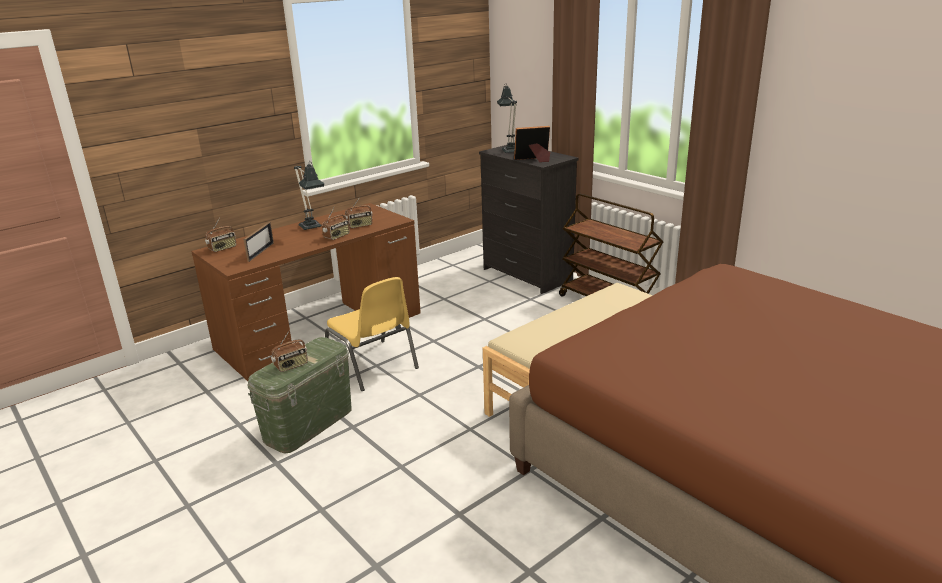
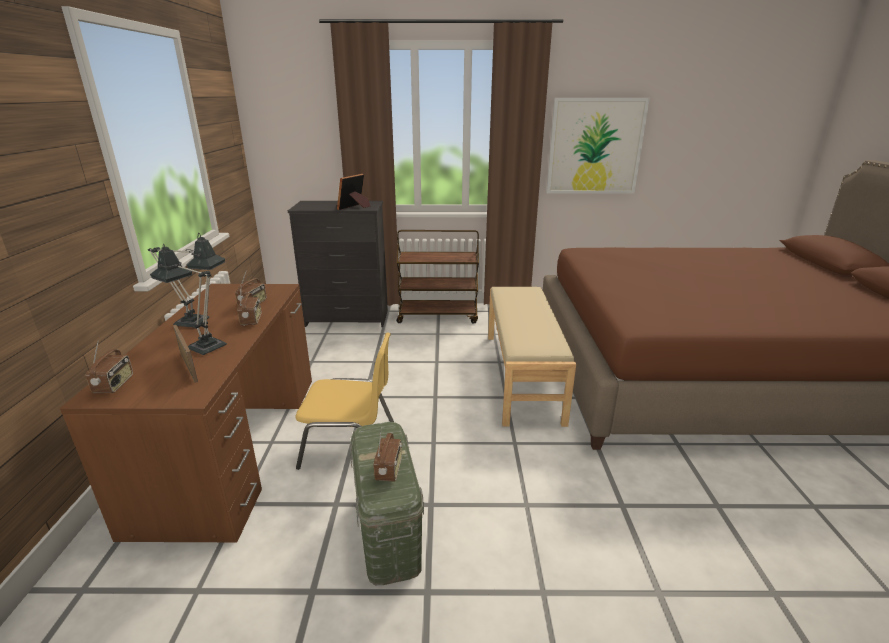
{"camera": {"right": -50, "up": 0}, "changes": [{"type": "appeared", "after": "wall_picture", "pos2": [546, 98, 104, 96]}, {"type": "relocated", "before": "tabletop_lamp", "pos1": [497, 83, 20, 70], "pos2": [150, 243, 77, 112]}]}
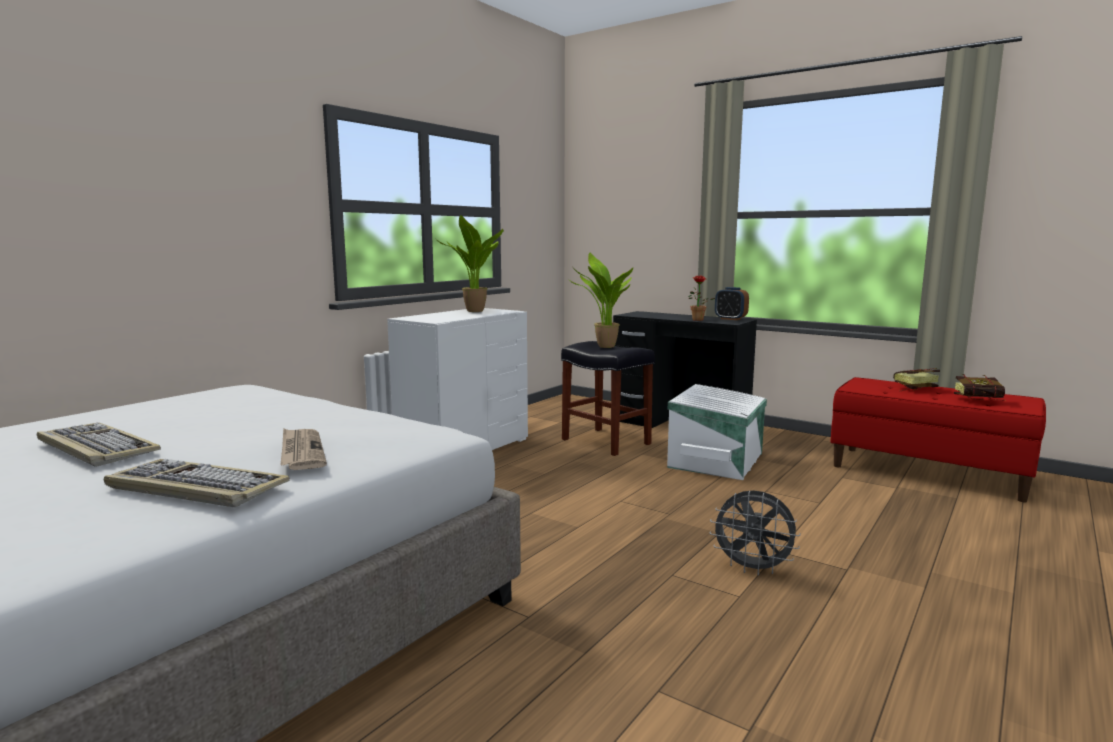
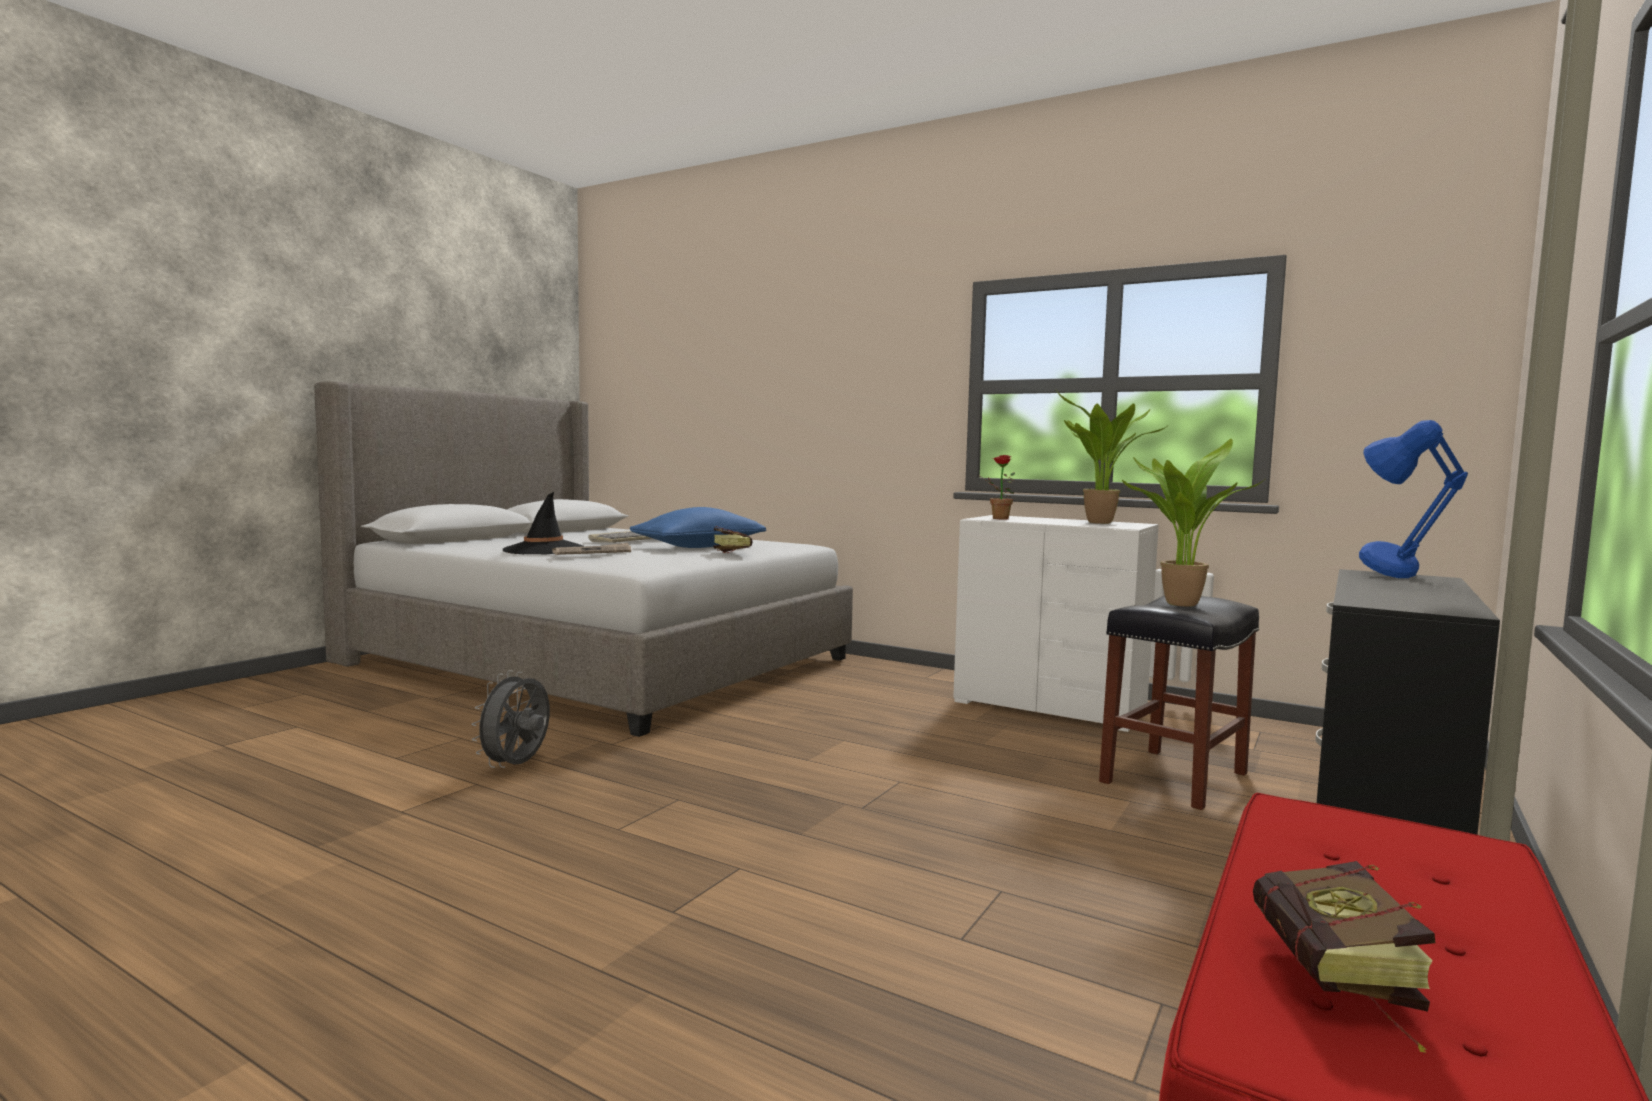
{"camera": {"right": 85, "up": -5}, "changes": [{"type": "missing", "before": "white_storage_box", "pos1": [667, 384, 100, 96]}, {"type": "missing", "before": "table_clock", "pos1": [715, 287, 34, 33]}, {"type": "appeared", "after": "blue-coloured_pillow", "pos2": [630, 507, 136, 41]}, {"type": "appeared", "after": "blue-coloured_tabletop_lamp", "pos2": [1359, 420, 109, 158]}, {"type": "relocated", "before": "plant_in_a_pot", "pos1": [688, 276, 27, 45], "pos2": [978, 455, 37, 65]}, {"type": "relocated", "before": "grey_electric_fan", "pos1": [710, 490, 91, 86], "pos2": [471, 670, 79, 98]}, {"type": "relocated", "before": "bound_book", "pos1": [893, 368, 47, 24], "pos2": [713, 526, 39, 27]}, {"type": "exchanged", "before": "PC_keyboard", "after": "blackish_wearable_hat", "pos1": [104, 459, 186, 48], "pos2": [502, 492, 81, 62]}]}
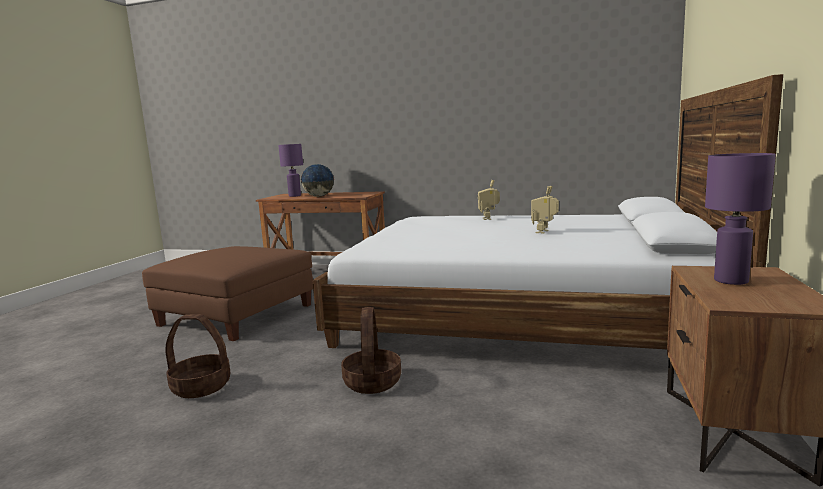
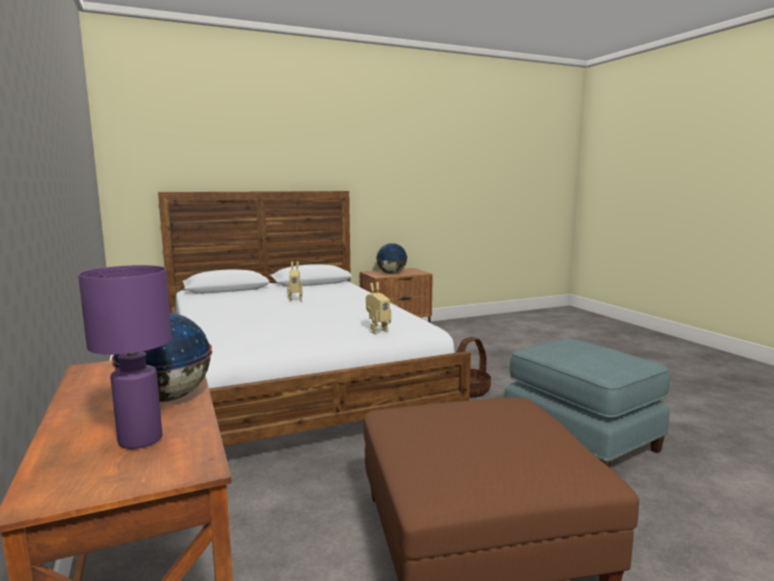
{"camera": {"right": -130, "up": 0}, "changes": [{"type": "relocated", "before": "toy_robot", "pos1": [478, 180, 22, 40], "pos2": [366, 282, 25, 52]}, {"type": "exchanged", "before": "storage_basket", "after": "blue-coloured_ottoman", "pos1": [165, 314, 66, 84], "pos2": [504, 339, 166, 129]}, {"type": "exchanged", "before": "purple_tabletop_lamp", "after": "globe", "pos1": [705, 153, 71, 132], "pos2": [376, 243, 32, 31]}]}
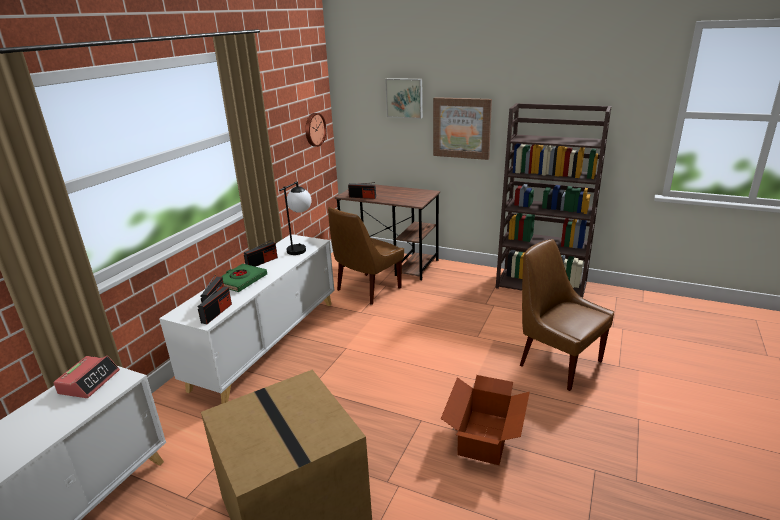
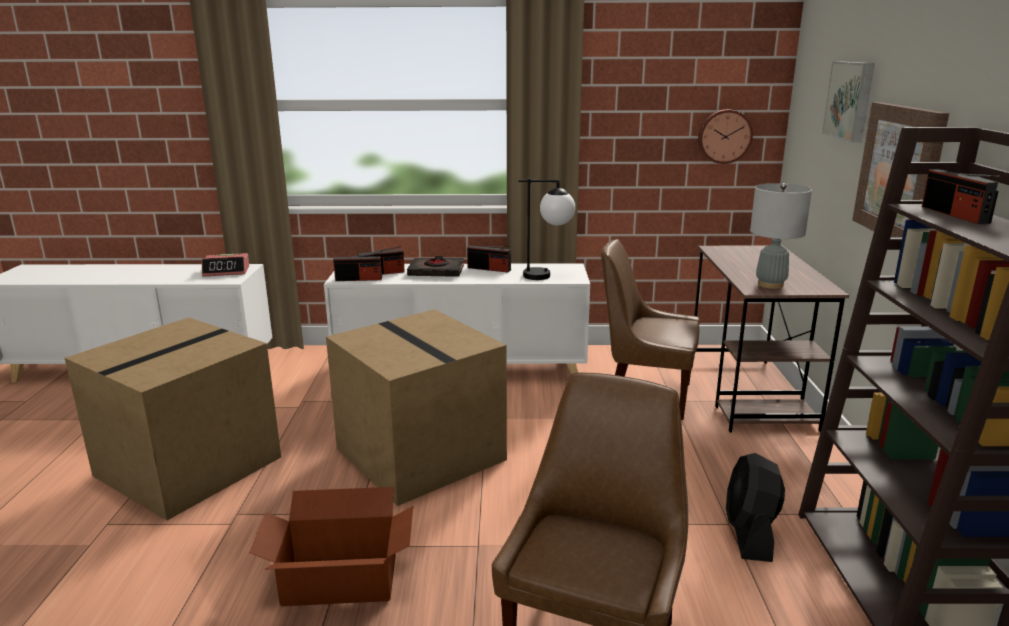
{"camera": {"right": 65, "up": -5}, "changes": [{"type": "appeared", "after": "packing_box", "pos2": [326, 309, 181, 197]}, {"type": "appeared", "after": "blackish_electric_fan", "pos2": [726, 453, 59, 109]}, {"type": "appeared", "after": "grey_tabletop_lamp", "pos2": [750, 183, 62, 106]}, {"type": "relocated", "before": "radio_receiver", "pos1": [348, 182, 28, 17], "pos2": [922, 169, 79, 55]}, {"type": "colour", "before": "green_bound_book", "after": "blackish_bound_book", "pos1": [222, 264, 45, 28], "pos2": [407, 256, 57, 21]}]}
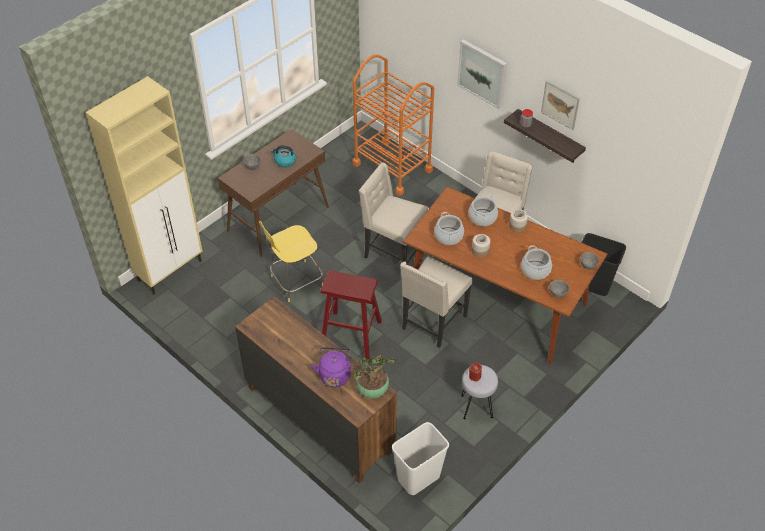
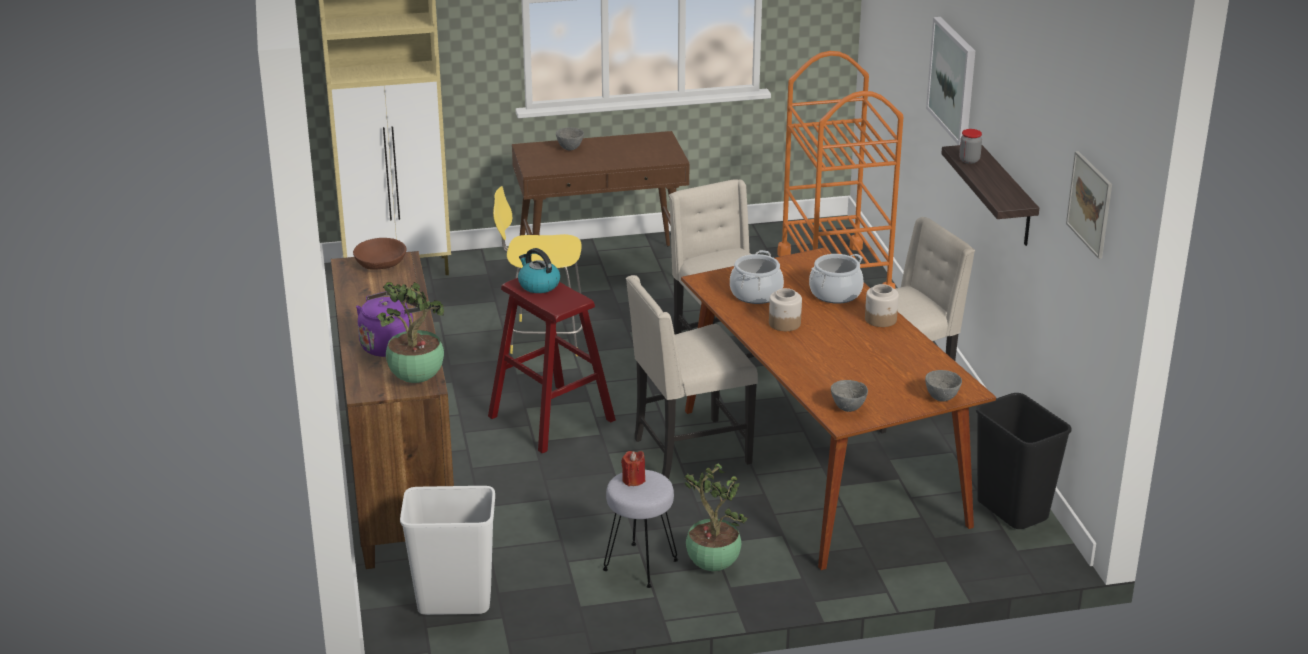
{"camera": {"right": 35, "up": -20}, "changes": [{"type": "missing", "before": "stockpot", "pos1": [521, 245, 31, 35]}, {"type": "appeared", "after": "brown_bowl", "pos2": [353, 238, 54, 32]}, {"type": "appeared", "after": "plant_in_a_pot", "pos2": [684, 464, 64, 107]}, {"type": "relocated", "before": "kettle", "pos1": [271, 145, 25, 23], "pos2": [518, 248, 42, 45]}, {"type": "relocated", "before": "wall_picture", "pos1": [541, 81, 39, 49], "pos2": [1066, 151, 46, 108]}]}
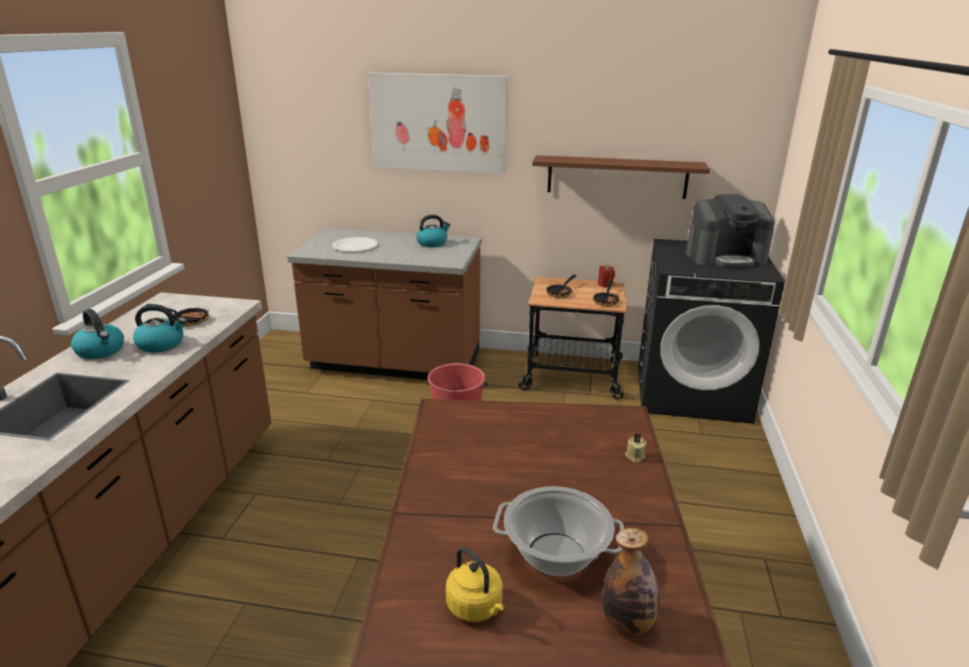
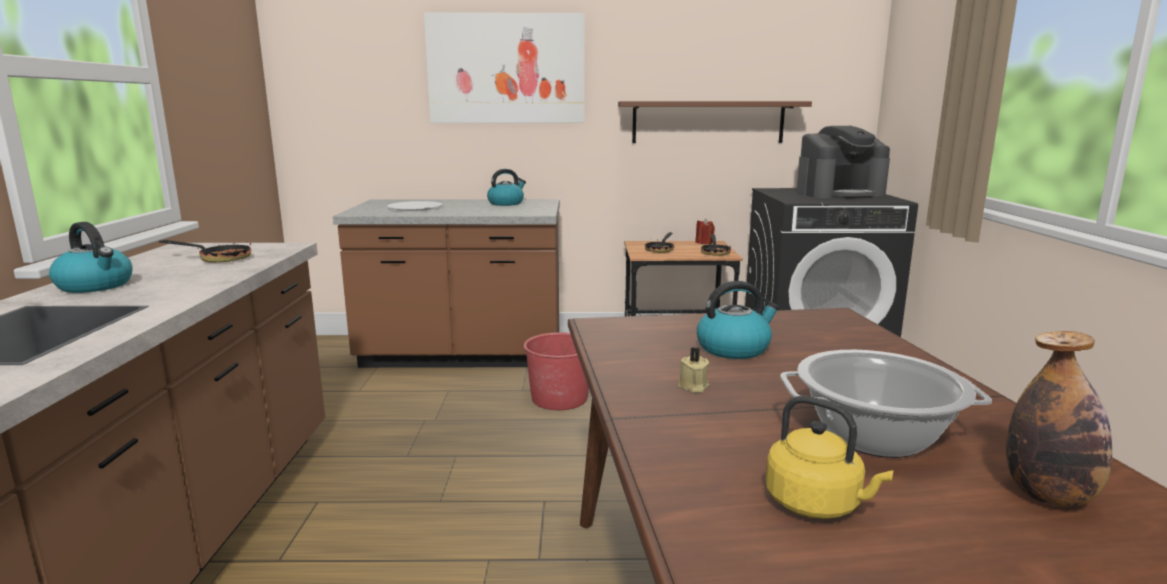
{"camera": {"right": -10, "up": -10}, "changes": [{"type": "relocated", "before": "kettle", "pos1": [133, 304, 54, 49], "pos2": [697, 281, 83, 78]}, {"type": "relocated", "before": "sand-coloured_wax_candle", "pos1": [625, 434, 21, 29], "pos2": [678, 347, 31, 46]}]}
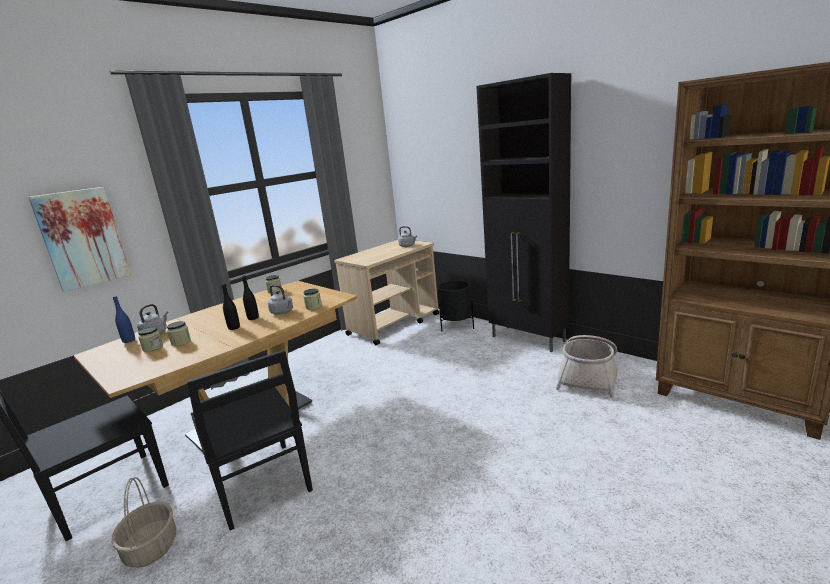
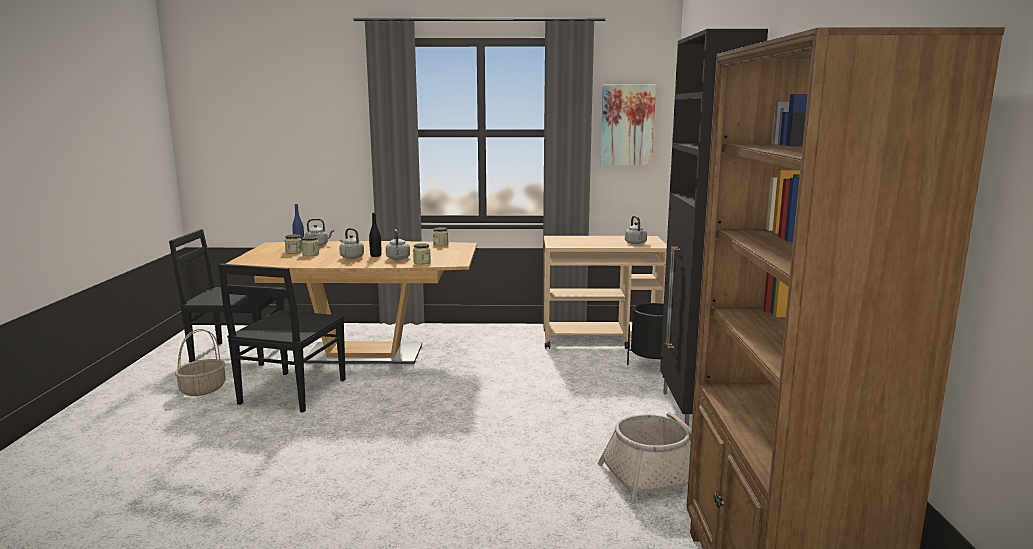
{"camera": {"right": 45, "up": -5}, "changes": [{"type": "relocated", "before": "wall_picture", "pos1": [28, 187, 103, 105], "pos2": [600, 84, 56, 82]}, {"type": "exchanged", "before": "blackish_drink_bottle", "after": "grey_kettle", "pos1": [222, 283, 18, 47], "pos2": [339, 228, 25, 31]}]}
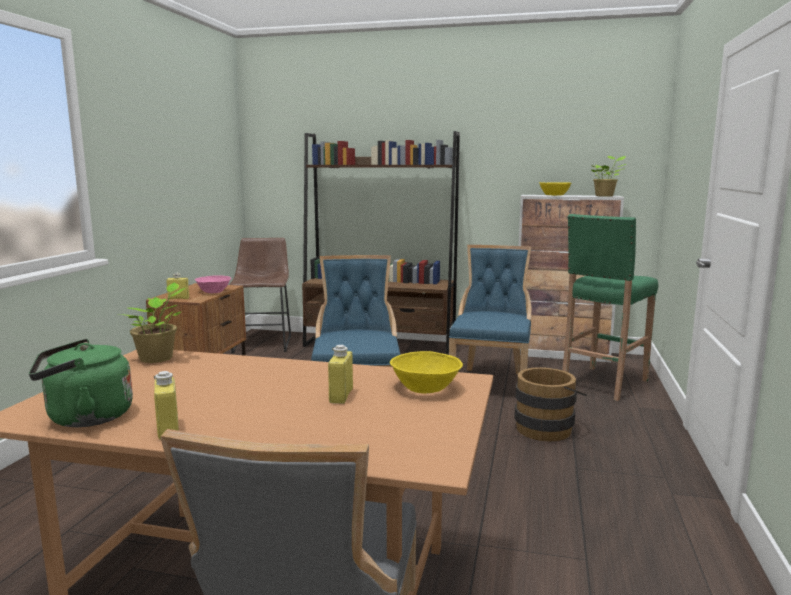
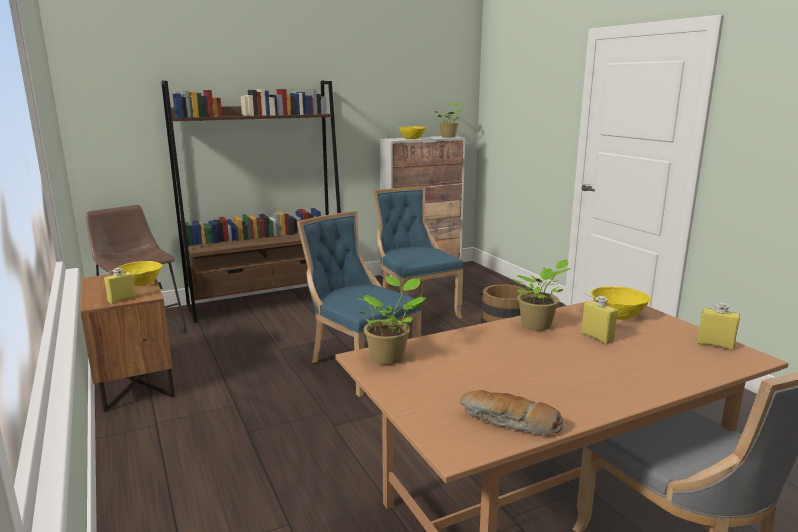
{"camera": {"right": -40, "up": 5}, "changes": [{"type": "missing", "before": "green_stool", "pos1": [562, 214, 96, 187]}, {"type": "appeared", "after": "plant_in_a_pot", "pos2": [511, 260, 59, 71]}, {"type": "relocated", "before": "yellow-coloured_drink_bottle", "pos1": [154, 371, 25, 69], "pos2": [697, 302, 43, 48]}, {"type": "exchanged", "before": "green_kettle", "after": "bakery_bread", "pos1": [29, 339, 104, 88], "pos2": [460, 390, 103, 45]}, {"type": "colour", "before": "pink_bowl", "after": "yellow-coloured_bowl", "pos1": [195, 275, 36, 18], "pos2": [118, 261, 44, 25]}]}
